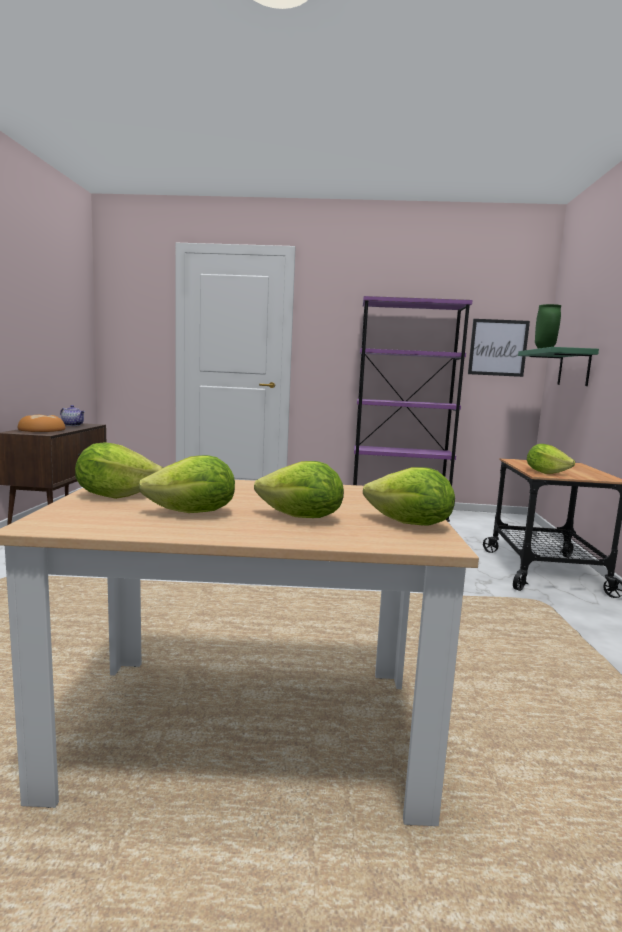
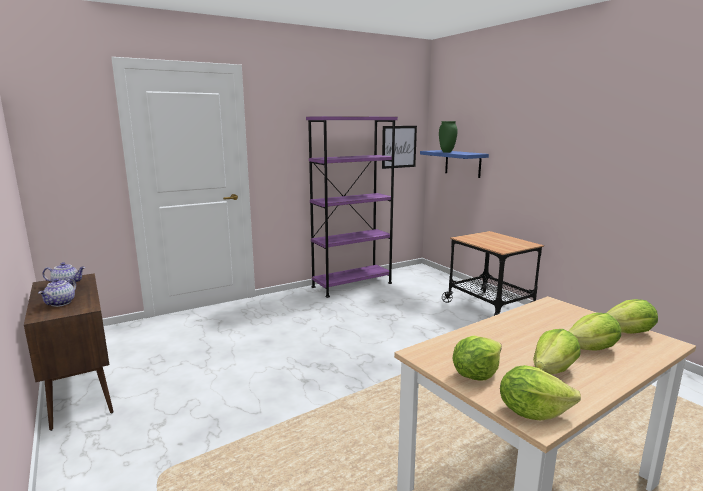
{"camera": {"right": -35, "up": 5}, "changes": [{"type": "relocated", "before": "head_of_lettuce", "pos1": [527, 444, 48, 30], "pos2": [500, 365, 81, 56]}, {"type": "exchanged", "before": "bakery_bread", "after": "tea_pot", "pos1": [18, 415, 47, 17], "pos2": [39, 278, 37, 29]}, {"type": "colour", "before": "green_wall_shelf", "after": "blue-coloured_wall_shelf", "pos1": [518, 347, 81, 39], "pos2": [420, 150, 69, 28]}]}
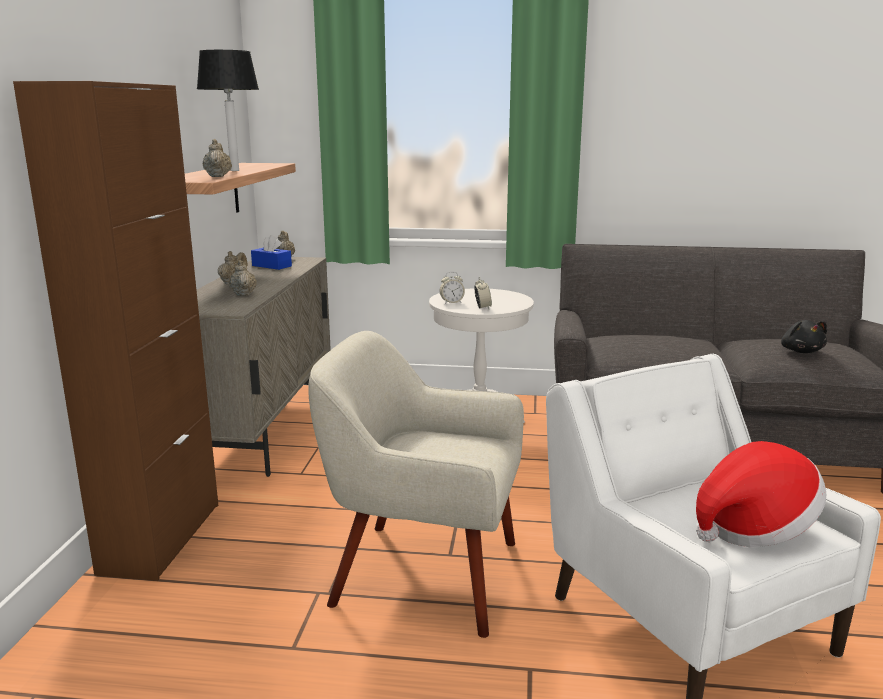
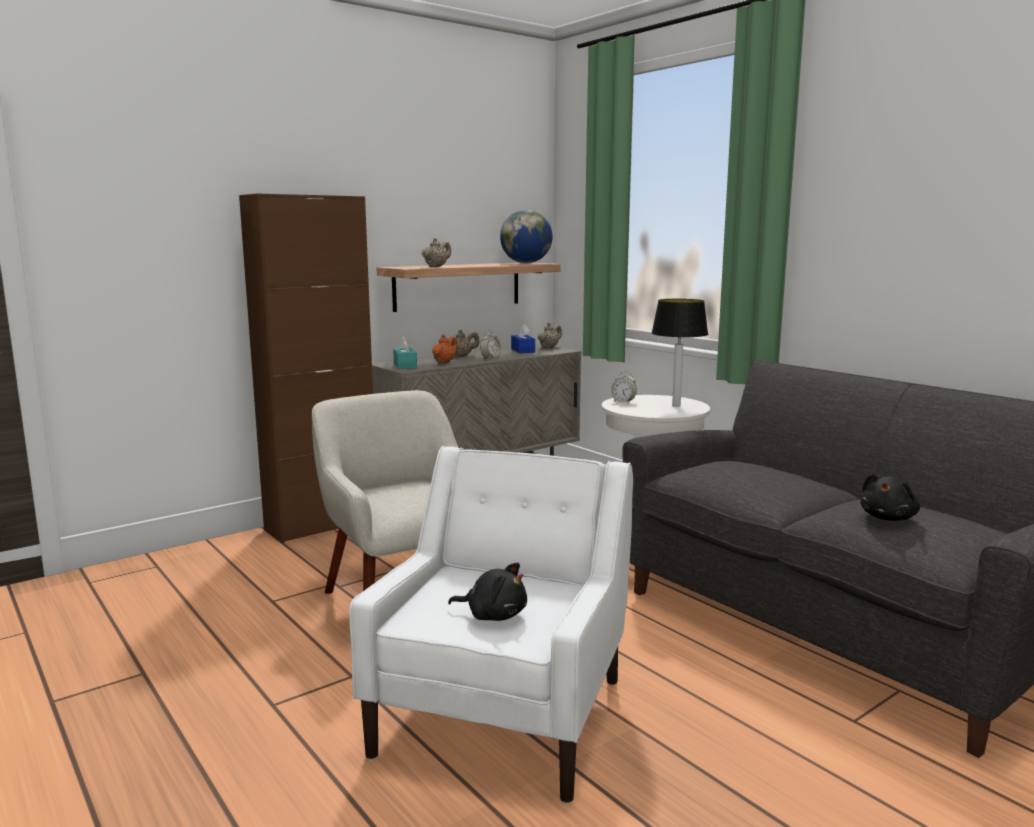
{"camera": {"right": 45, "up": -5}, "changes": [{"type": "appeared", "after": "turquoise_box_of_tissues", "pos2": [393, 336, 24, 33]}, {"type": "appeared", "after": "globe", "pos2": [500, 210, 53, 53]}, {"type": "relocated", "before": "tabletop_lamp", "pos1": [197, 50, 62, 121], "pos2": [651, 299, 57, 108]}, {"type": "relocated", "before": "table_clock", "pos1": [474, 278, 18, 31], "pos2": [480, 330, 21, 29]}, {"type": "exchanged", "before": "wearable_hat", "after": "blackish_cuddly_toy", "pos1": [696, 441, 130, 107], "pos2": [448, 562, 79, 59]}, {"type": "colour", "before": "sand-coloured_tea_pot", "after": "orangey_tea_pot", "pos1": [229, 260, 28, 36], "pos2": [432, 334, 25, 29]}]}
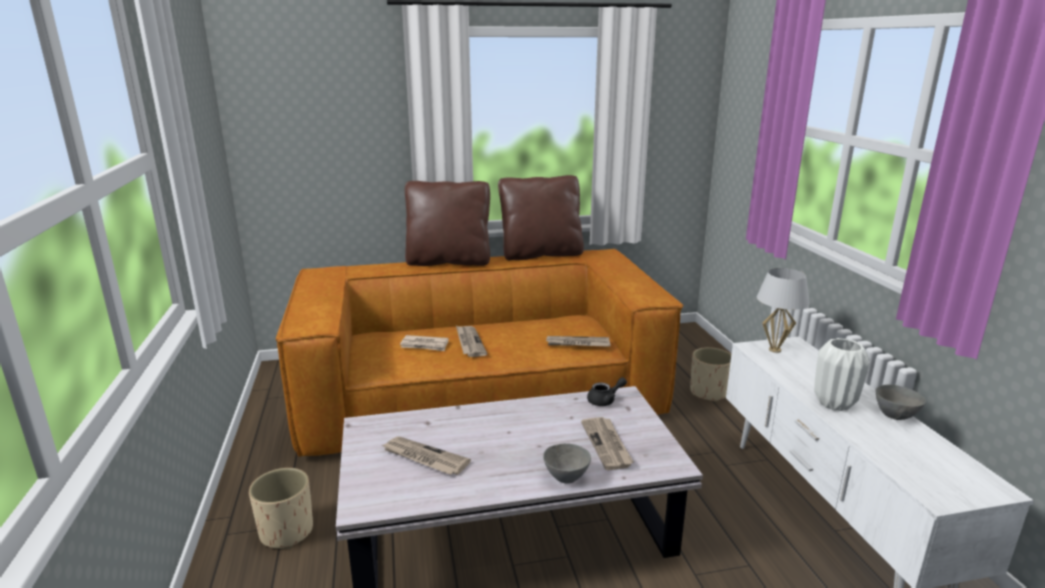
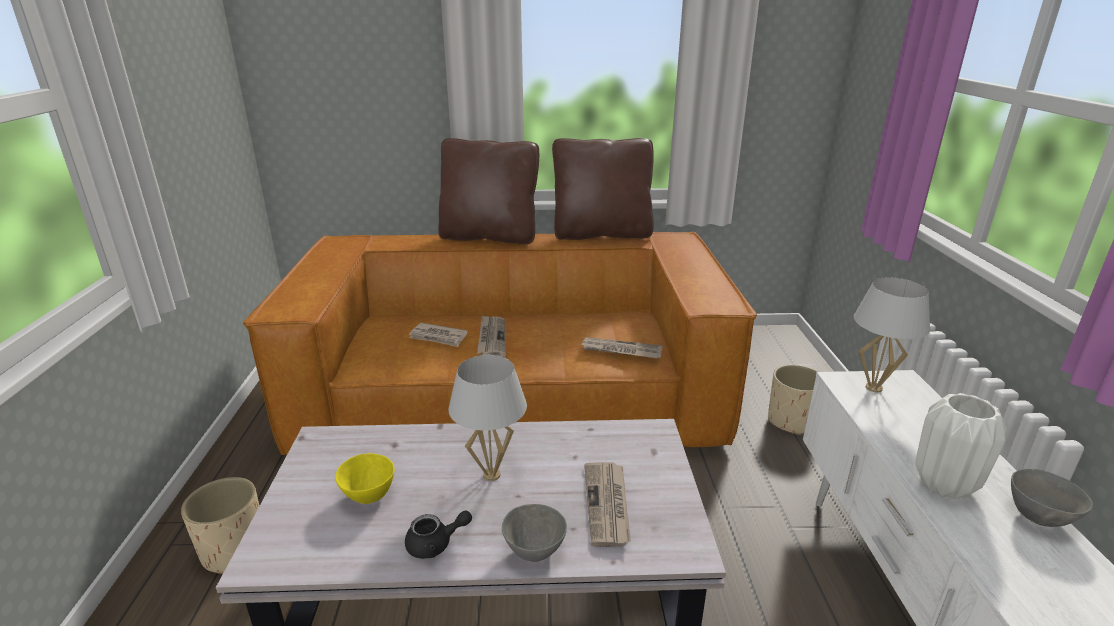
{"camera": {"right": 10, "up": 5}, "changes": [{"type": "appeared", "after": "white_tabletop_lamp", "pos2": [448, 355, 79, 126]}, {"type": "relocated", "before": "blackish_tea_pot", "pos1": [587, 377, 40, 29], "pos2": [405, 511, 67, 48]}, {"type": "exchanged", "before": "daily_paper", "after": "yellow-coloured_bowl", "pos1": [382, 436, 89, 39], "pos2": [335, 453, 60, 51]}]}
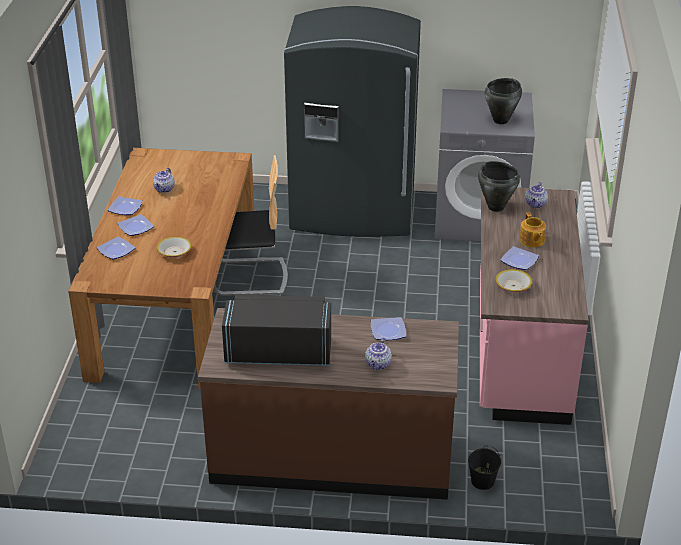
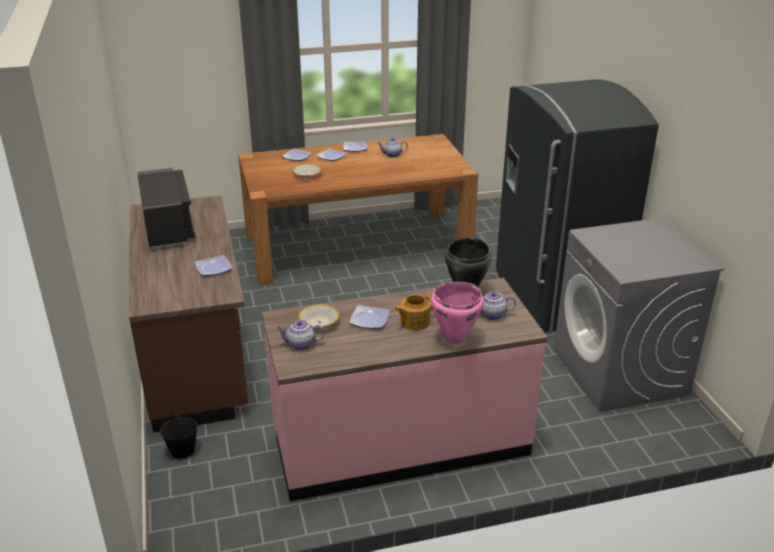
{"camera": {"right": 70, "up": -5}, "changes": [{"type": "missing", "before": "plain_chair", "pos1": [214, 155, 74, 141]}, {"type": "missing", "before": "blackish_stockpot", "pos1": [485, 78, 37, 46]}, {"type": "appeared", "after": "pink_stockpot", "pos2": [431, 282, 53, 63]}, {"type": "relocated", "before": "tea_pot", "pos1": [365, 338, 27, 32], "pos2": [277, 320, 48, 30]}]}
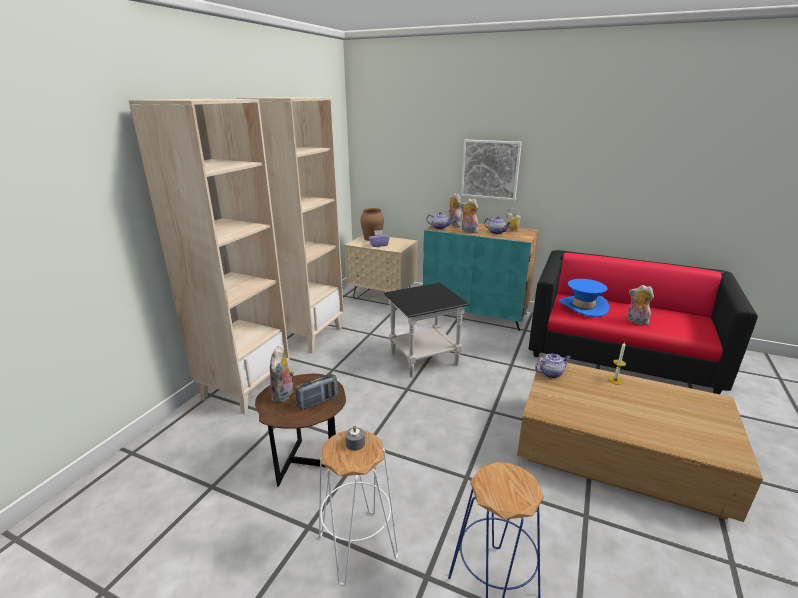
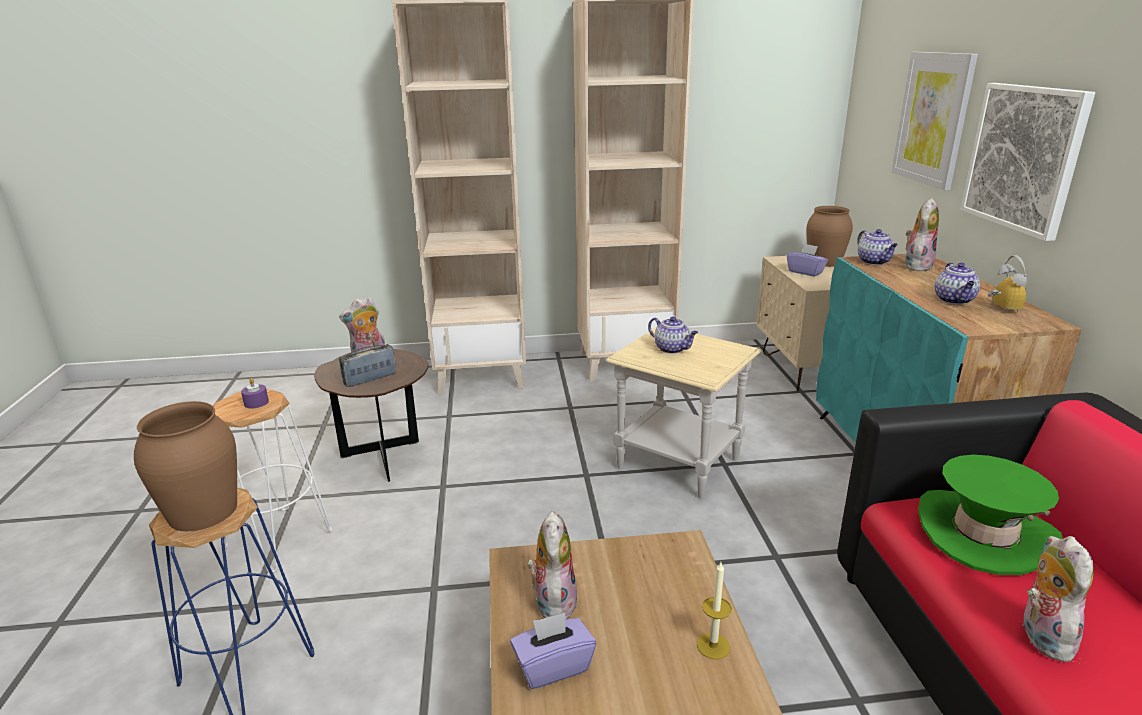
{"camera": {"right": 60, "up": 0}, "changes": [{"type": "appeared", "after": "brown_vase", "pos2": [134, 401, 103, 130]}, {"type": "appeared", "after": "purple_box_of_tissues", "pos2": [510, 612, 86, 77]}, {"type": "appeared", "after": "wall_picture", "pos2": [891, 52, 87, 138]}, {"type": "relocated", "before": "cuddly_toy", "pos1": [460, 198, 18, 35], "pos2": [527, 511, 51, 108]}, {"type": "relocated", "before": "tea_pot", "pos1": [535, 354, 36, 24], "pos2": [648, 317, 50, 37]}, {"type": "colour", "before": "grey_wax_candle", "after": "purple_wax_candle", "pos1": [345, 425, 20, 26], "pos2": [241, 378, 28, 31]}, {"type": "colour", "before": "blackish_end_table", "after": "sand-coloured_end_table", "pos1": [384, 283, 86, 95], "pos2": [605, 328, 156, 171]}, {"type": "colour", "before": "blue-coloured_wearable_hat", "after": "green_wearable_hat", "pos1": [559, 279, 50, 38], "pos2": [918, 455, 145, 120]}, {"type": "spun", "before": "radio_receiver", "pos1": [295, 374, 43, 36], "pos2": [339, 344, 57, 43], "turn": 120}]}
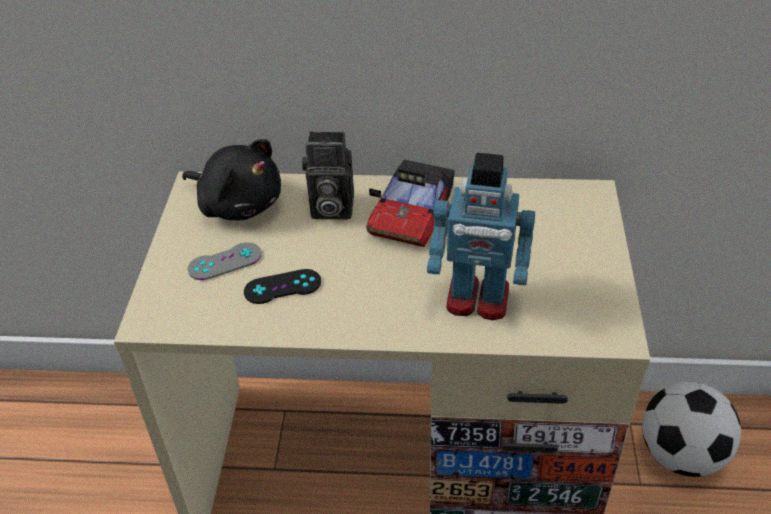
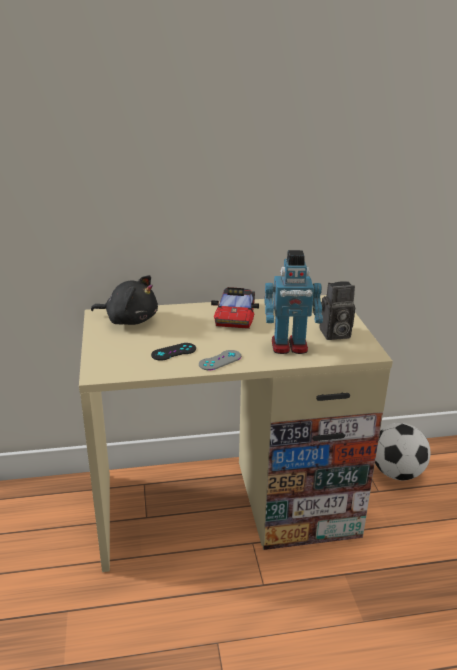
{"camera": {"right": -15, "up": -15}, "changes": [{"type": "relocated", "before": "grey_joypad", "pos1": [187, 242, 75, 38], "pos2": [199, 350, 42, 21]}, {"type": "relocated", "before": "photo_camera", "pos1": [302, 132, 52, 87], "pos2": [319, 281, 36, 59]}]}
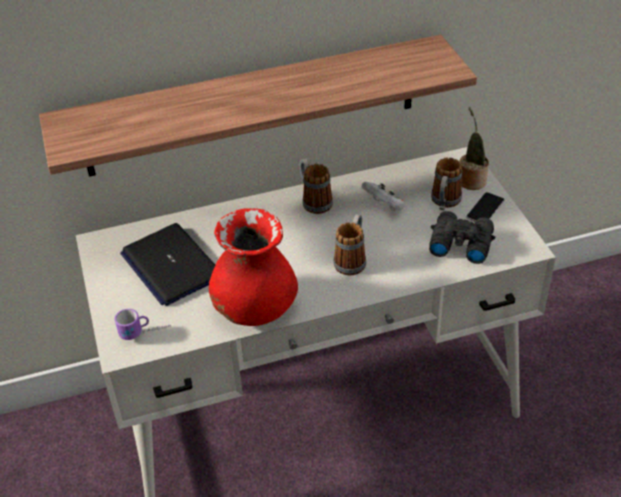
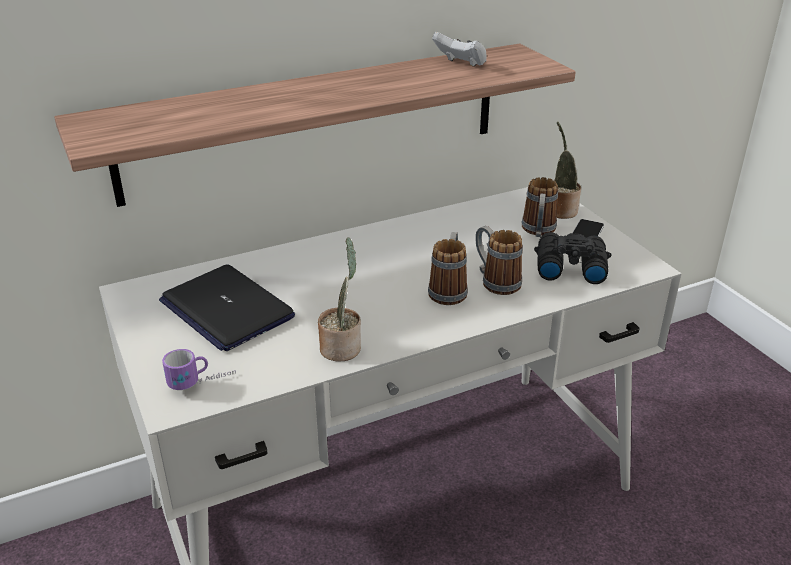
{"camera": {"right": -10, "up": -10}, "changes": [{"type": "relocated", "before": "coffee_mug", "pos1": [299, 159, 34, 55], "pos2": [475, 226, 48, 69]}, {"type": "relocated", "before": "white_joypad", "pos1": [361, 182, 44, 29], "pos2": [432, 31, 55, 36]}, {"type": "exchanged", "before": "reddish_vase", "after": "plant_in_a_pot", "pos1": [209, 208, 89, 118], "pos2": [318, 237, 43, 124]}]}
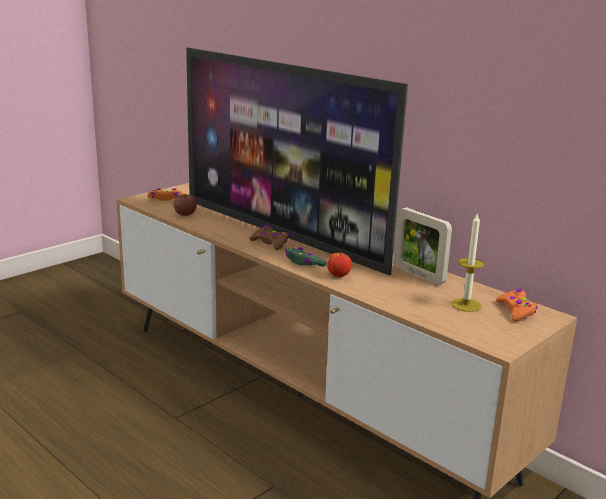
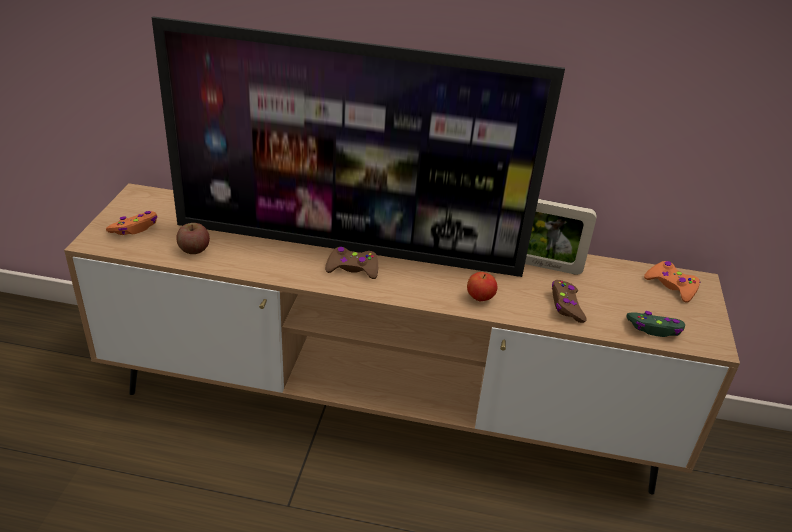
{"camera": {"right": -35, "up": 15}, "changes": [{"type": "missing", "before": "wax_candle", "pos1": [451, 212, 34, 100]}, {"type": "appeared", "after": "brown_joypad", "pos2": [552, 280, 34, 43]}, {"type": "relocated", "before": "green_joypad", "pos1": [285, 247, 42, 20], "pos2": [626, 311, 59, 26]}]}
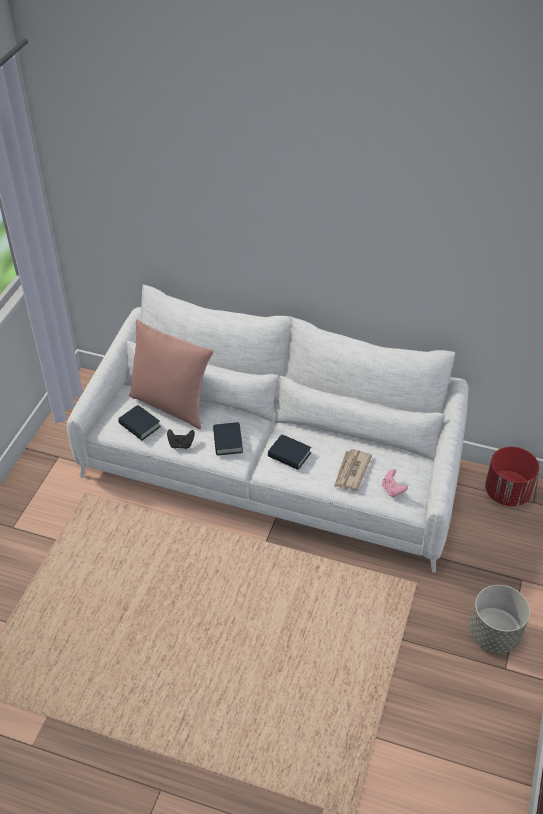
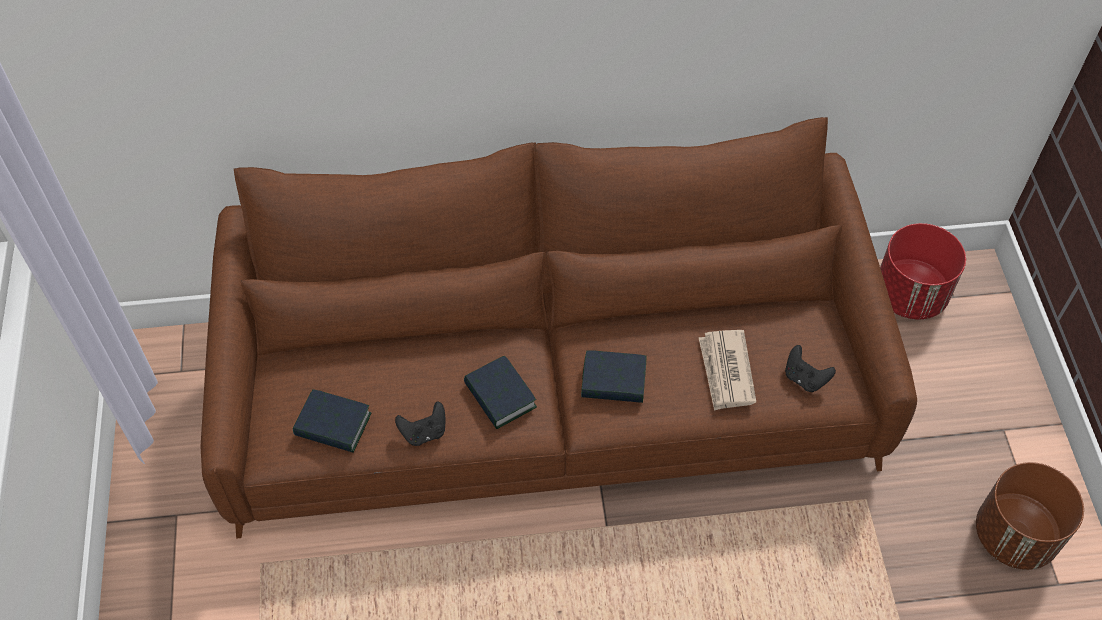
{"camera": {"right": -25, "up": 10}, "changes": [{"type": "missing", "before": "pink_pillow", "pos1": [129, 319, 84, 110]}, {"type": "colour", "before": "white_settee", "after": "brown_settee", "pos1": [67, 285, 402, 288], "pos2": [200, 117, 717, 422]}, {"type": "colour", "before": "pink_joypad", "after": "blackish_joypad", "pos1": [382, 469, 26, 28], "pos2": [785, 345, 51, 47]}, {"type": "colour", "before": "grey_plant_pot", "after": "brown_plant_pot", "pos1": [469, 585, 61, 69], "pos2": [976, 462, 108, 108]}]}
